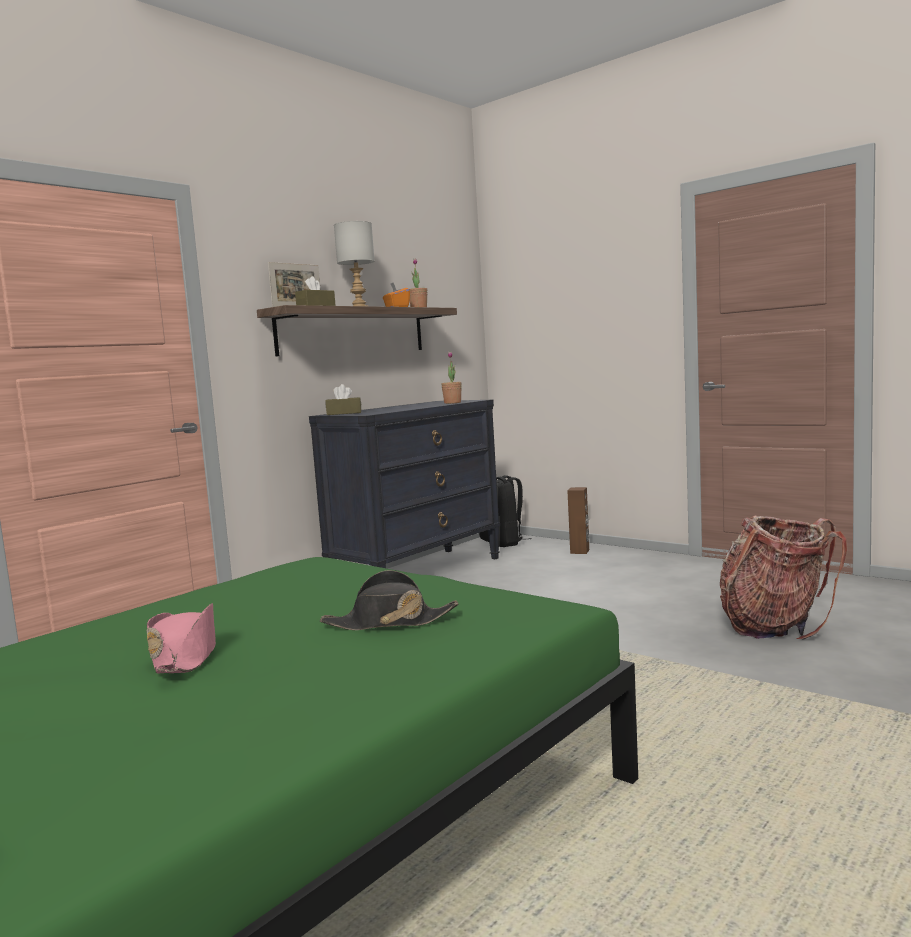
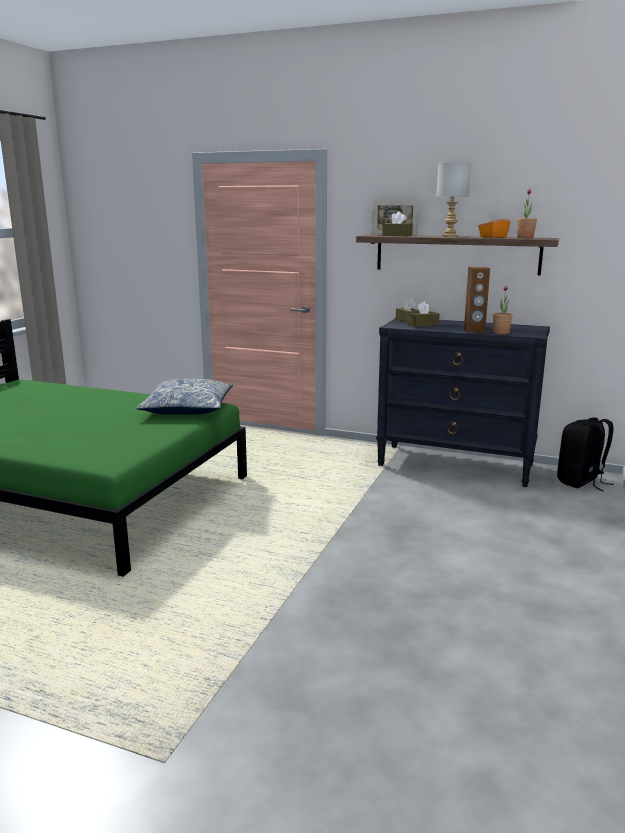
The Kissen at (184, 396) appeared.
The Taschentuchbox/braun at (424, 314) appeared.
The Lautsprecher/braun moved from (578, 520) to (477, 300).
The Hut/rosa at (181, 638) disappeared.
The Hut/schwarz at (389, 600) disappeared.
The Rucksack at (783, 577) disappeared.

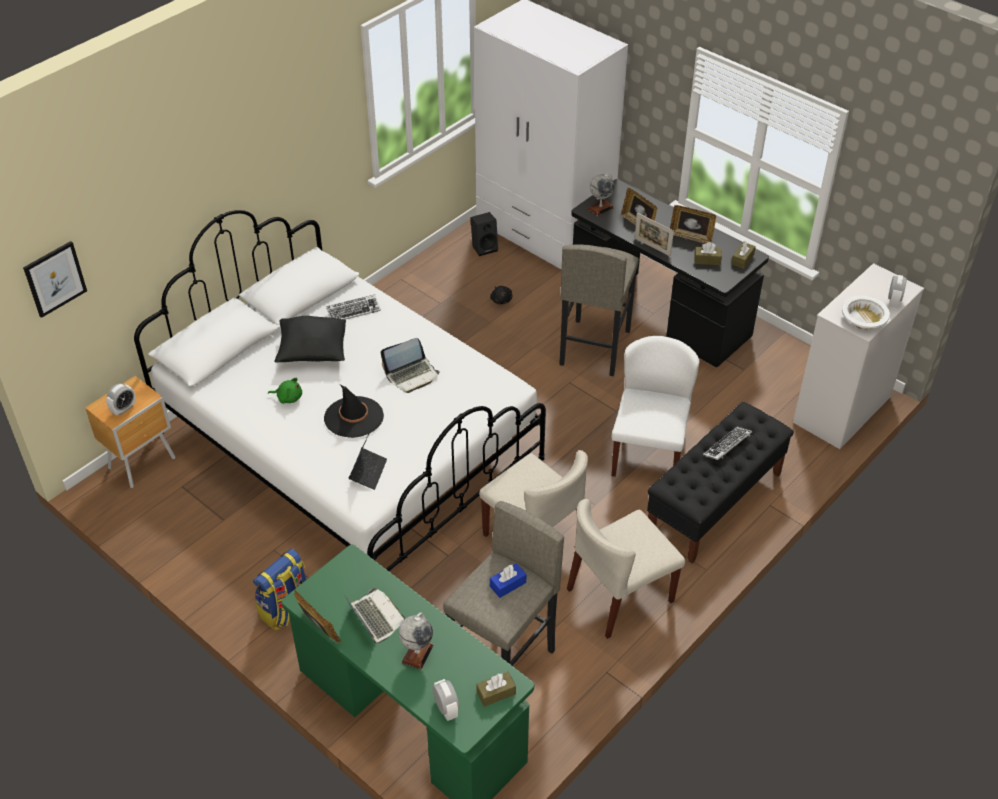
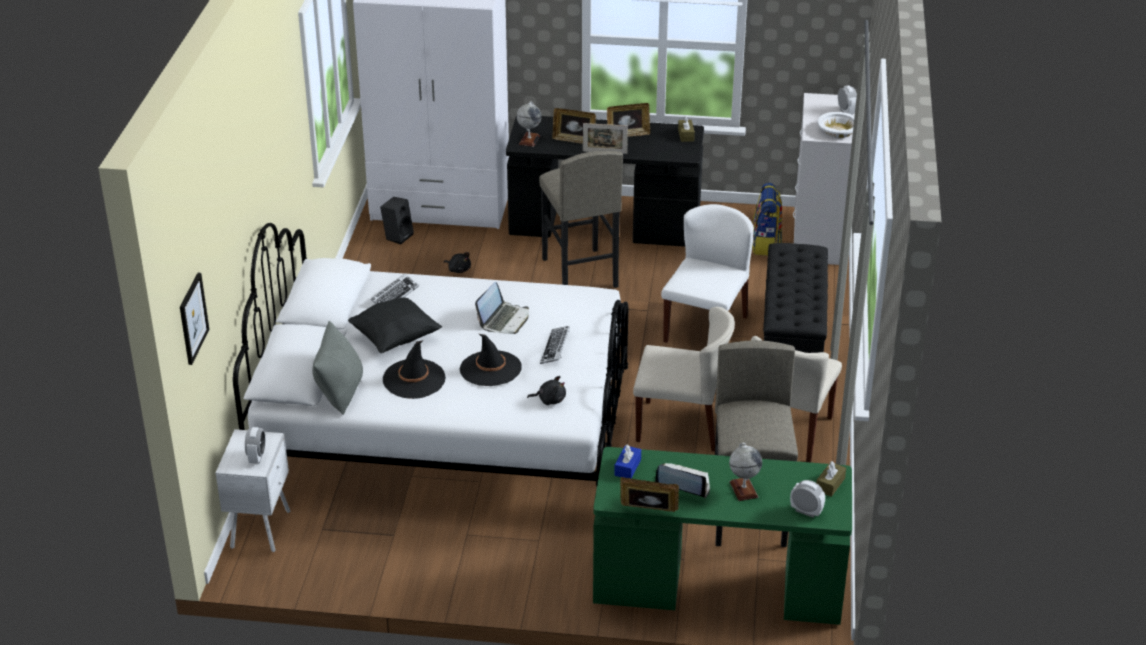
The Nachttisch/braun at (130, 432) became the Nachttisch/weiß at (252, 490).
The Kissen/grau at (337, 368) appeared.
The Plüschtier/grün at (285, 391) was replaced by the Hut/schwarz at (414, 369).
The Laptop at (368, 461) was replaced by the Plüschtier/schwarz at (546, 390).
The Tastatur moved from (727, 443) to (555, 345).
The Taschentuchbox/blau moved from (508, 580) to (627, 461).
The Stuhl/weiß at (655, 406) turned 45 degrees clockwise.
The Rucksack moved from (279, 590) to (767, 219).
The Taschentuchbox/braun at (708, 253) disappeared.

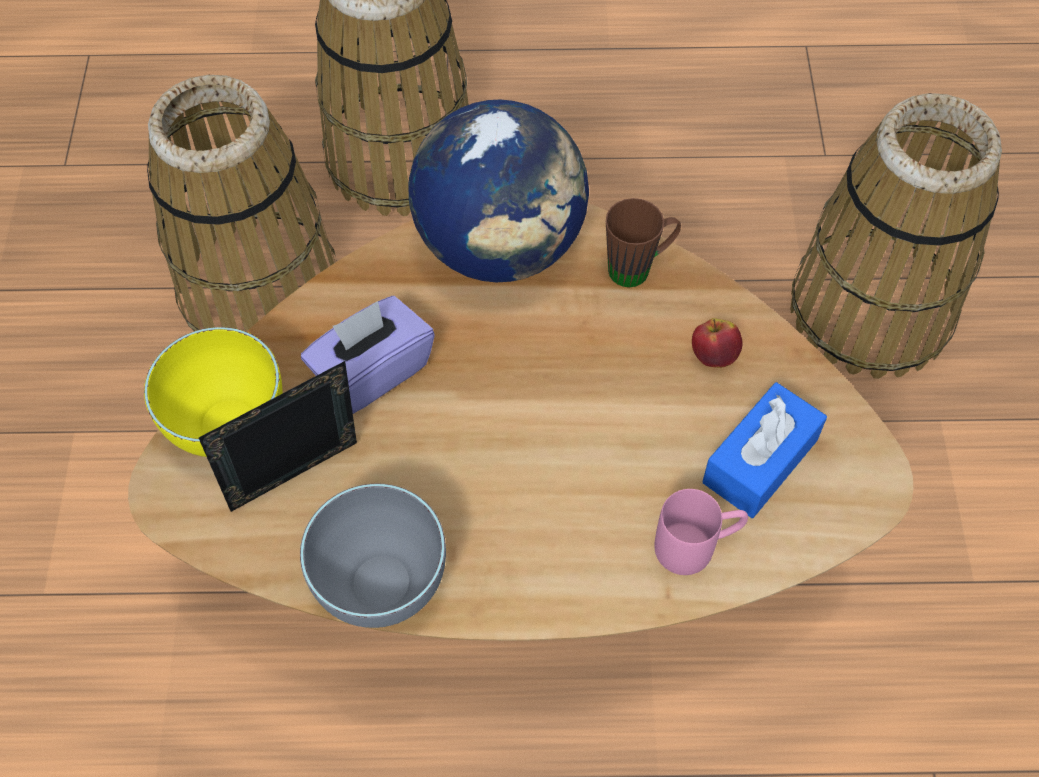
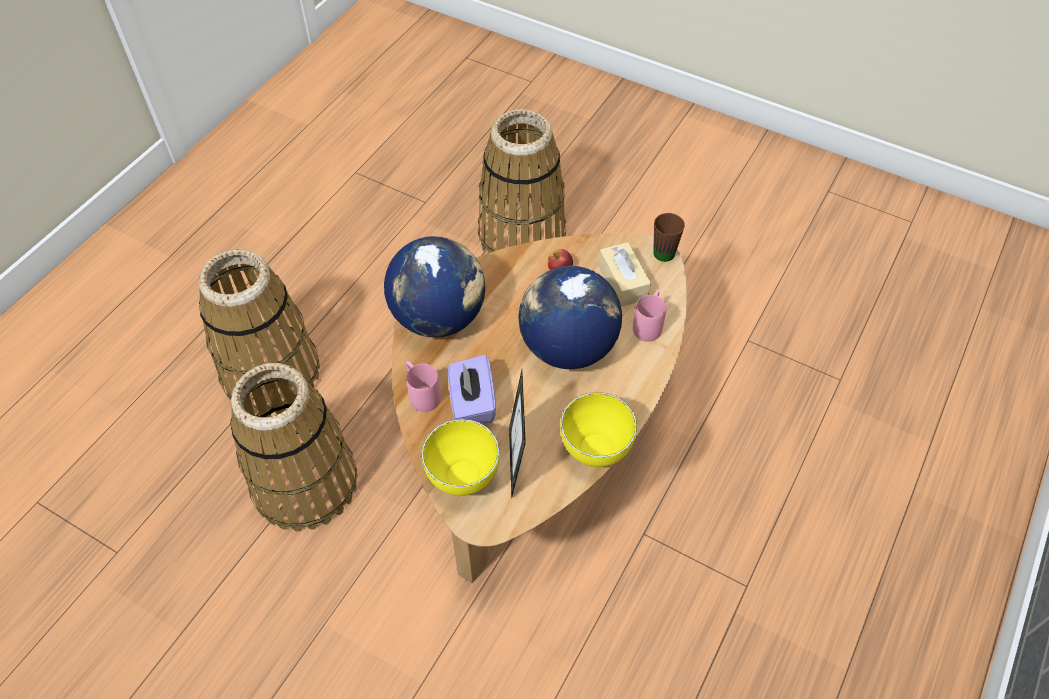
The Henkelbecher/rosa at (423, 386) appeared.
The Globus at (570, 317) appeared.
The Schüssel/grau at (373, 555) became the Schüssel/gelb at (598, 429).
The Taschentuchbox/blau at (764, 450) became the Taschentuchbox/beige at (624, 274).
The Henkelbecher/braun moved from (643, 242) to (669, 237).

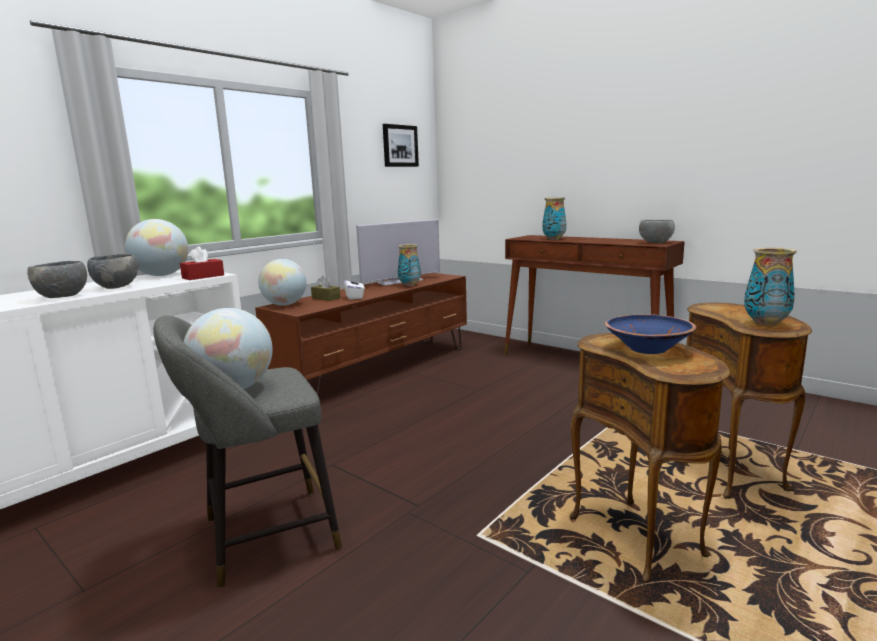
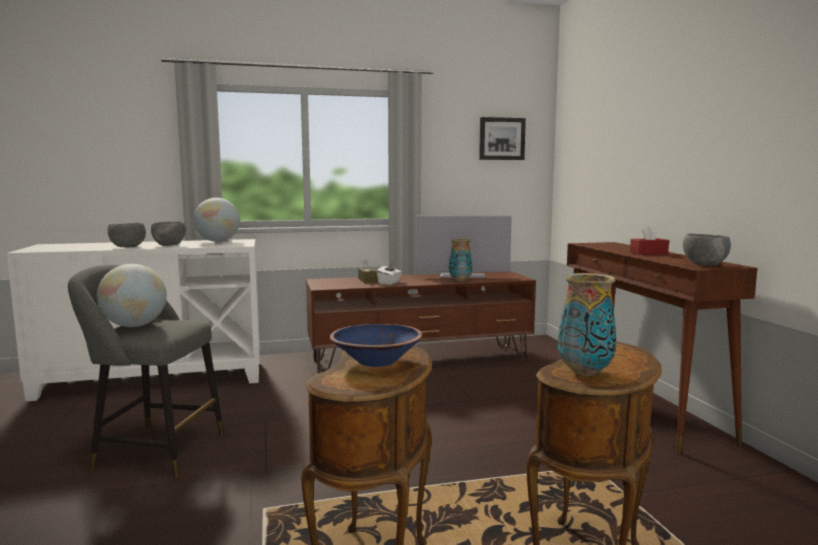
The Taschentuchbox/rot moved from (202, 263) to (649, 240).
The Globus at (282, 282) disappeared.
The Vase at (554, 218) disappeared.

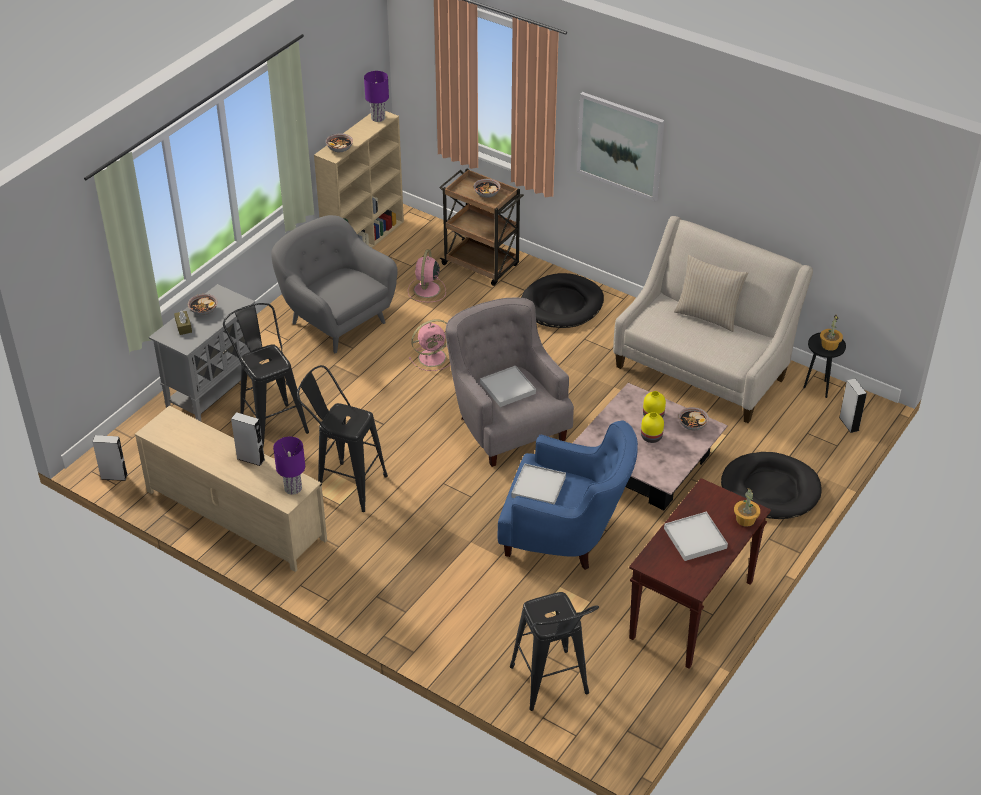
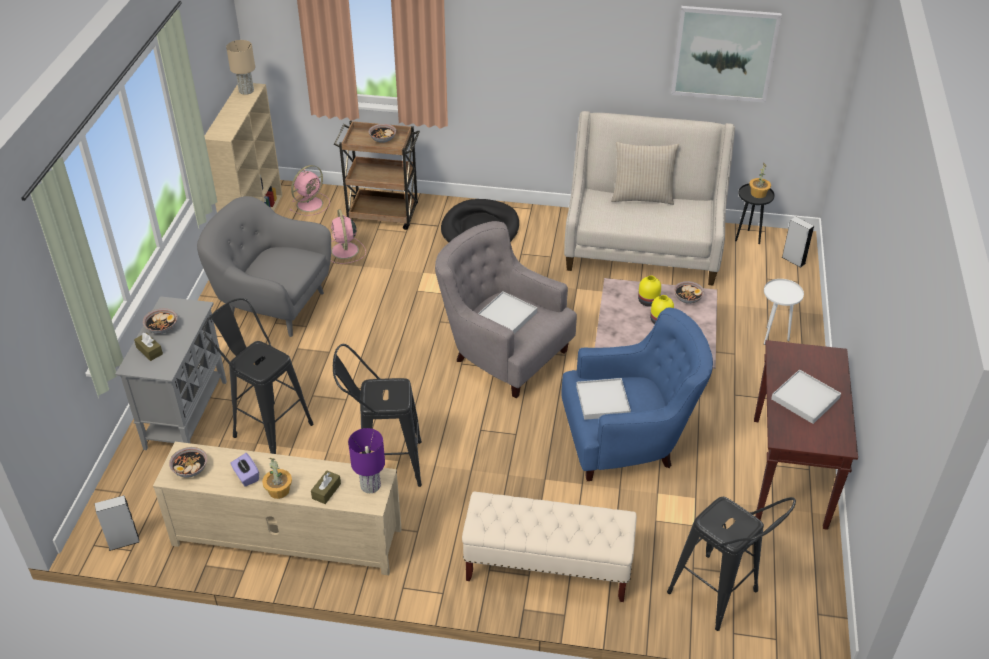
The Schüssel moved from (339, 142) to (188, 462).
The Tischlampe/lila at (376, 96) became the Tischlampe/beige at (240, 67).
The Taschentuchbox/lila at (244, 470) appeared.
The Topfpflanze moved from (747, 507) to (277, 478).
The Ventilator/rosa moved from (429, 345) to (309, 190).
The Taschentuchbox/braun at (326, 487) appeared.
The Bank/beige at (549, 546) appeared.
The Bild moved from (620, 146) to (726, 54).
The Hundebett/schwarz at (771, 485) was replaced by the Beistelltisch/weiß at (784, 312).
The Lautsprecher/grau at (248, 439) disappeared.

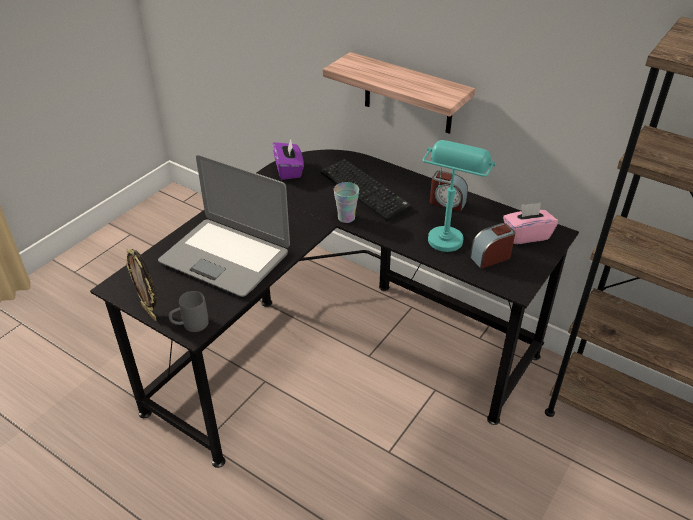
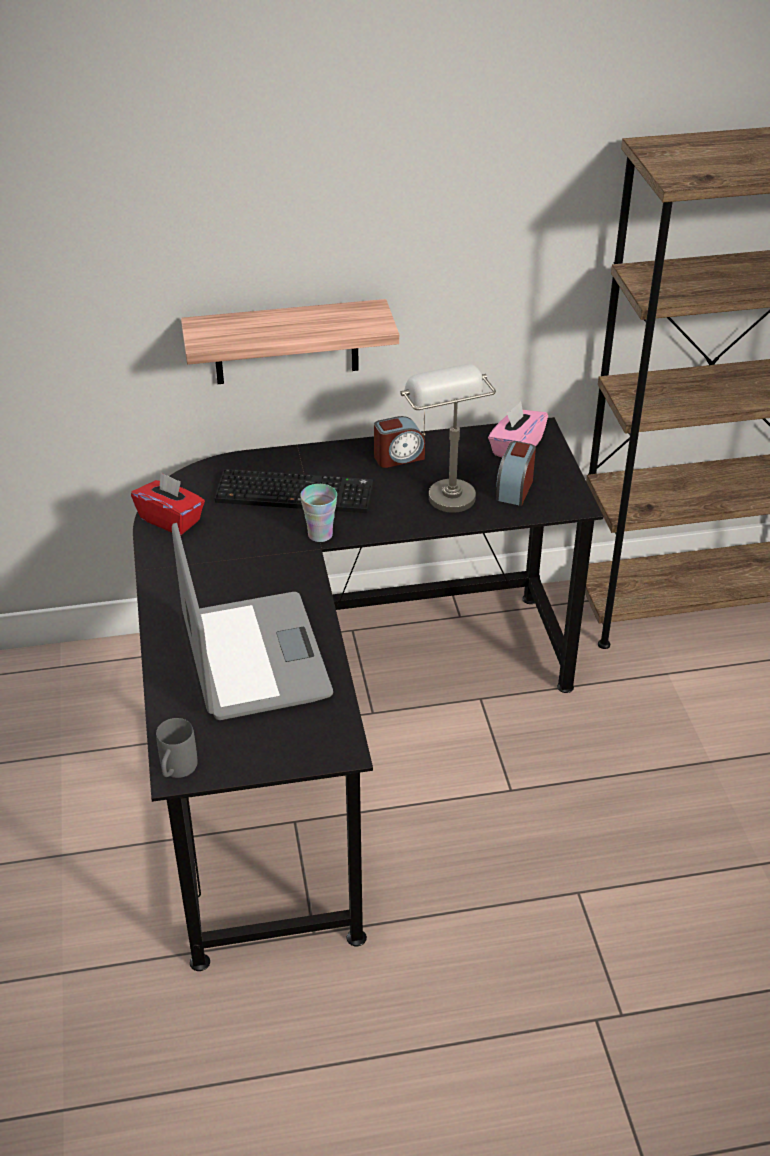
The Taschentuchbox/lila at (288, 159) became the Taschentuchbox/rot at (168, 503).
The Henkelbecher/grau moved from (189, 311) to (176, 748).
The Laptop at (224, 225) turned 90 degrees counterclockwise.
The Tischlampe/türkis at (459, 196) became the Tischlampe/grau at (448, 438).
The Bilderrahmen at (141, 285) disappeared.

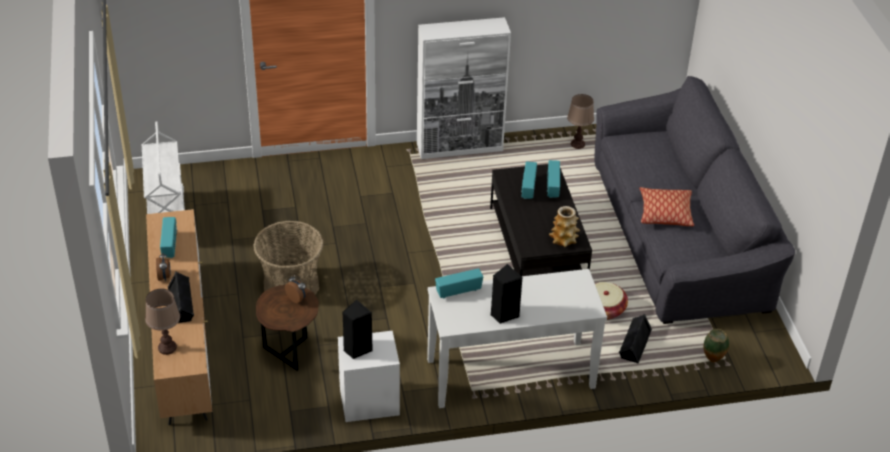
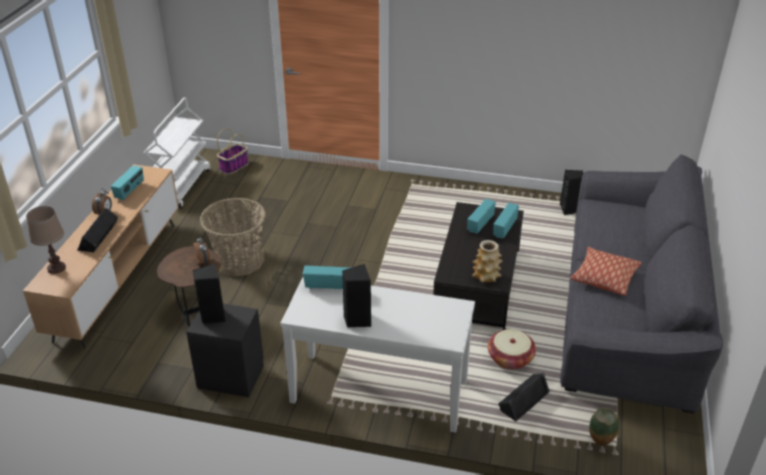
The Nachttisch/weiß at (369, 376) became the Nachttisch/schwarz at (225, 350).
The Korb at (233, 151) appeared.
The Tischlampe/braun at (580, 121) was replaced by the Lautsprecher/schwarz at (572, 192).
The Schrank/weiß at (464, 88) disappeared.

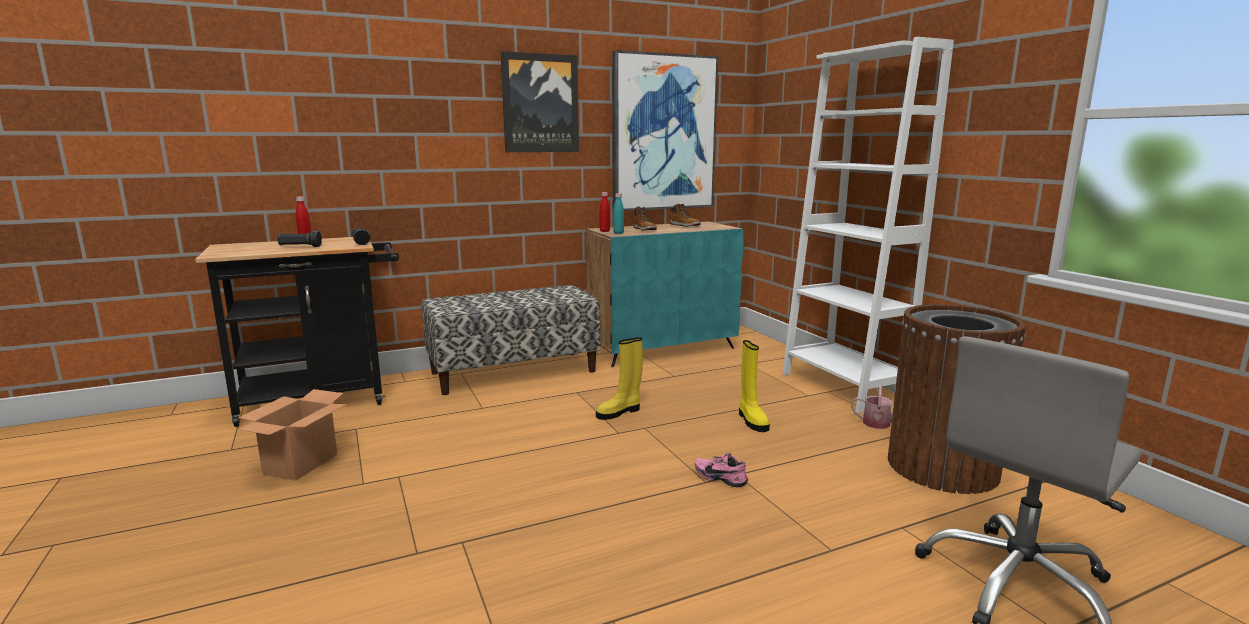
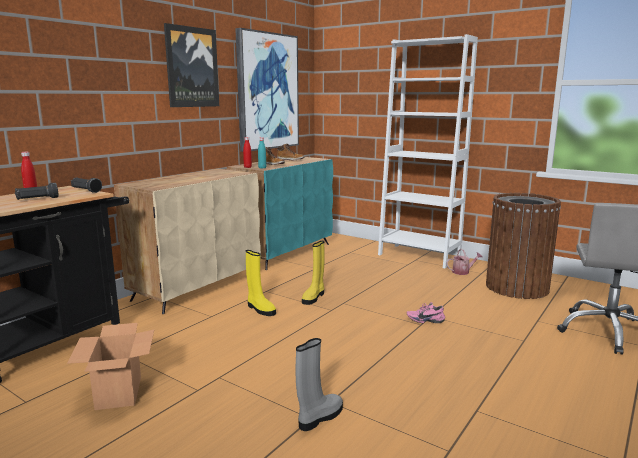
The Bank at (511, 340) was replaced by the Schrank/beige at (187, 241).
The Stiefel/gelb moved from (754, 386) to (261, 283).
The Stiefel/grau at (319, 384) appeared.

